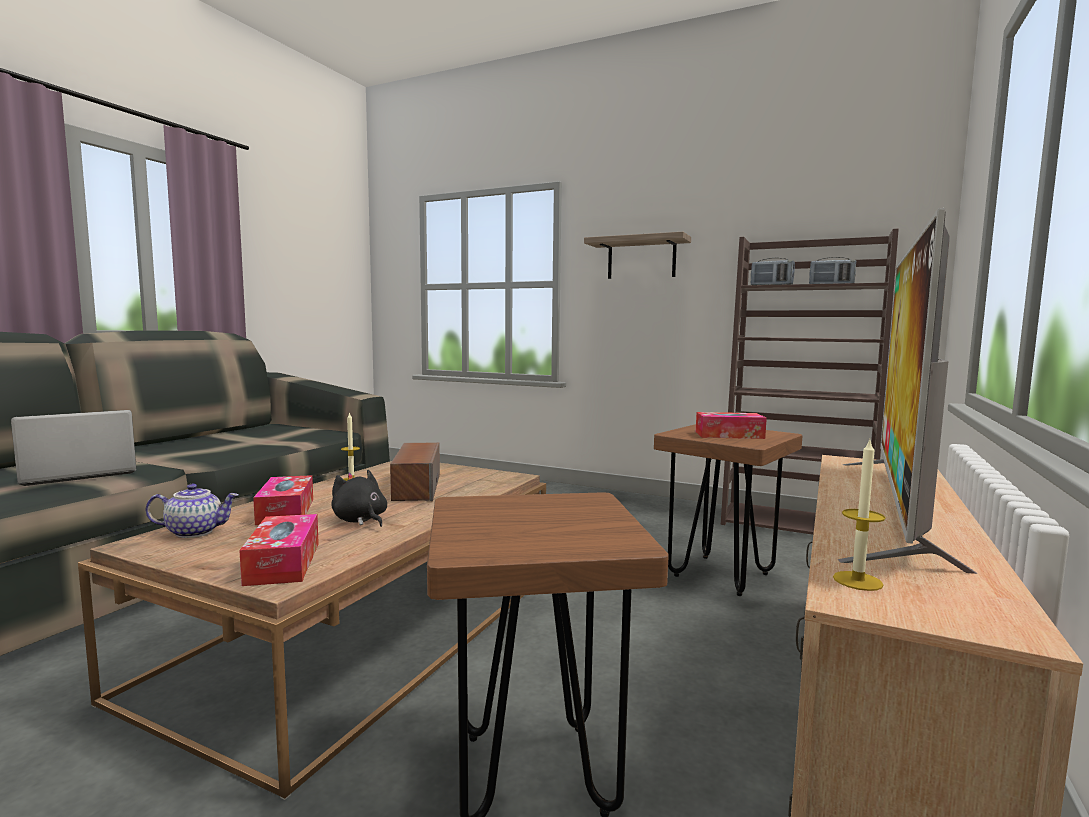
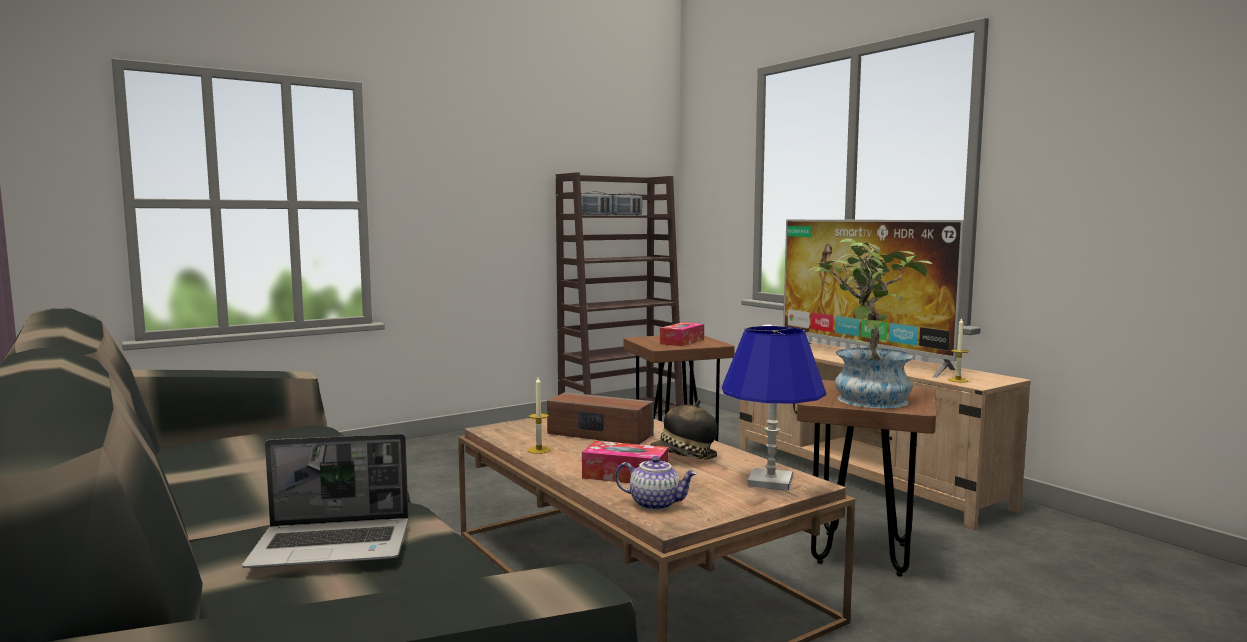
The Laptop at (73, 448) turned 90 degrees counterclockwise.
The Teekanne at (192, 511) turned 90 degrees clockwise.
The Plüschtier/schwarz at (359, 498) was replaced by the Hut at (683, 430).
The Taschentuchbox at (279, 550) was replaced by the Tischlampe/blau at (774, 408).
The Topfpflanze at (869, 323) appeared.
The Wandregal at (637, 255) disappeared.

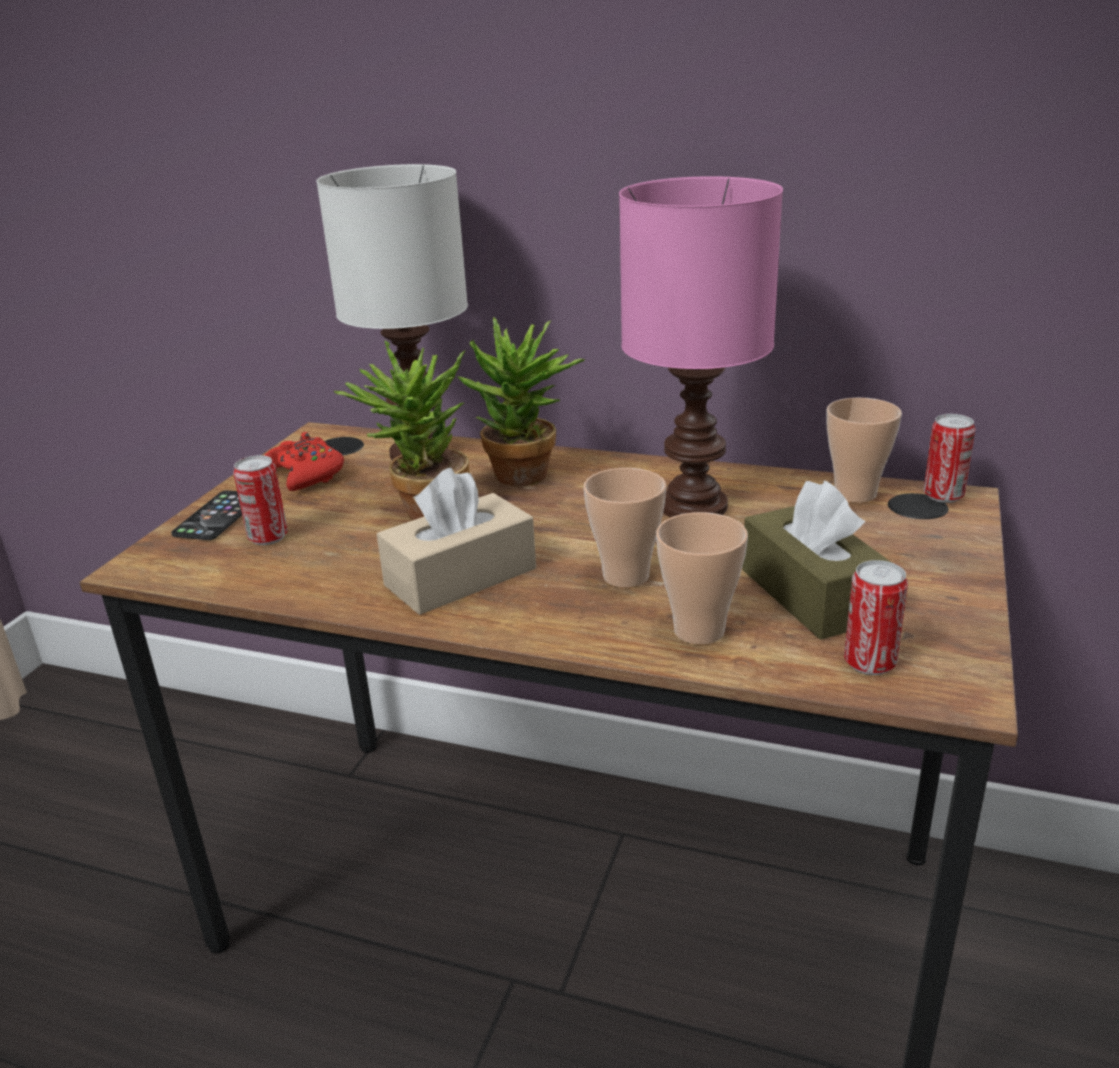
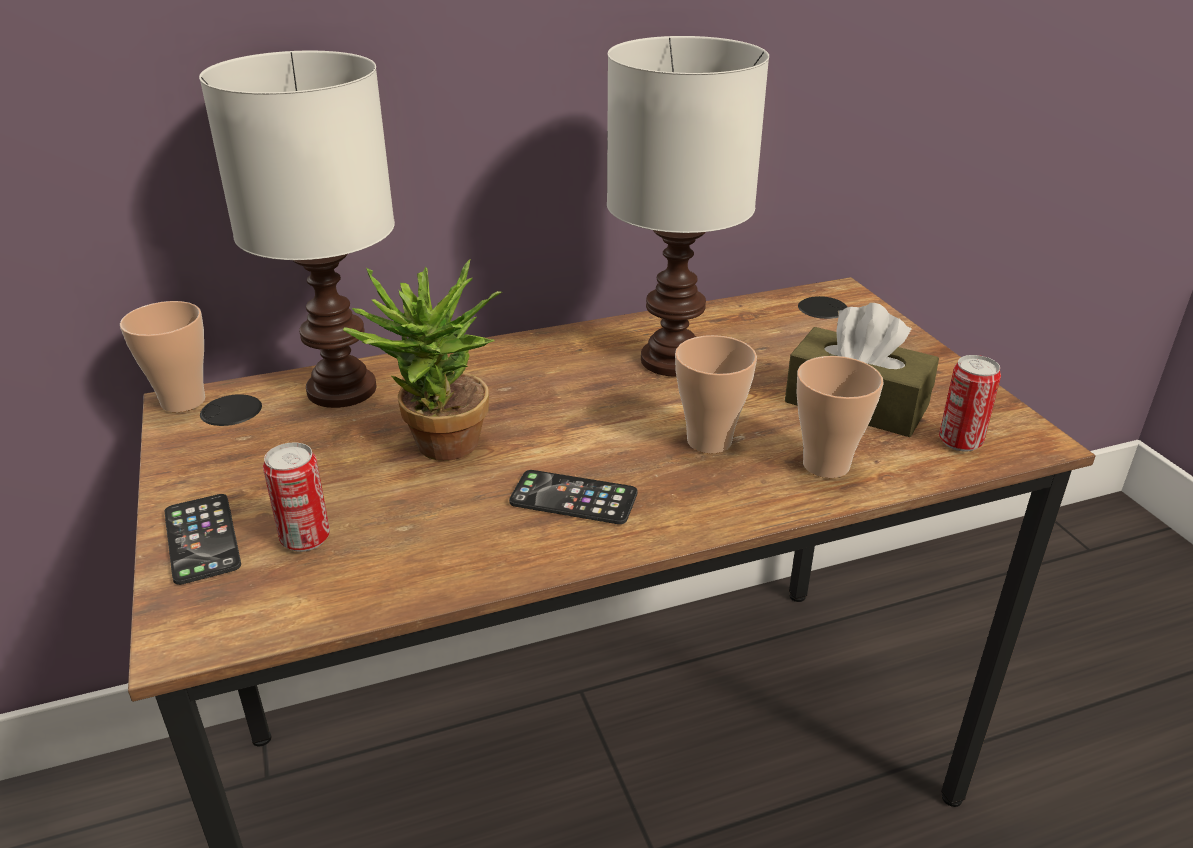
The Tasse moved from (864, 450) to (162, 356).
The Taschentuchbox/beige at (456, 541) was replaced by the Handy at (573, 497).
The Tischlampe/rosa at (701, 347) became the Tischlampe/weiß at (688, 206).
The Gamepad/rot at (304, 461) disappeared.
The Topfpflanze at (520, 402) disappeared.
The Dose at (949, 458) disappeared.

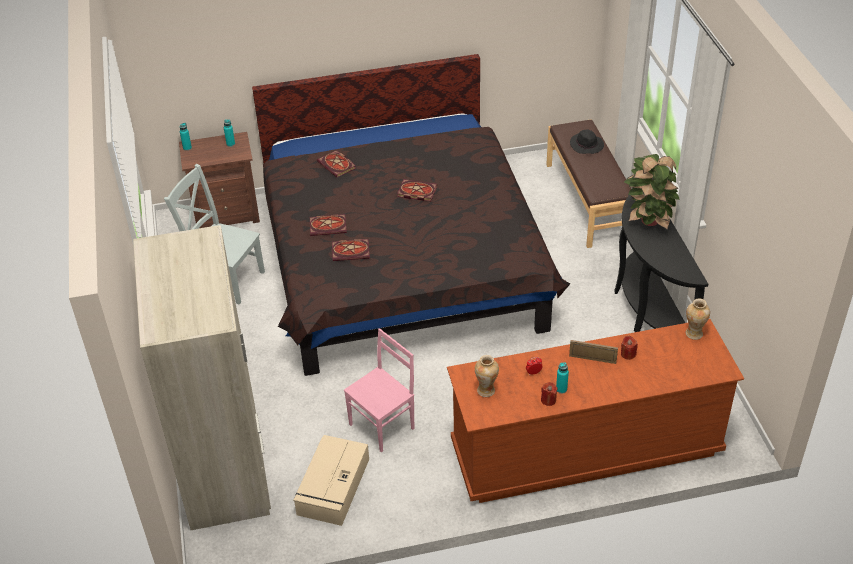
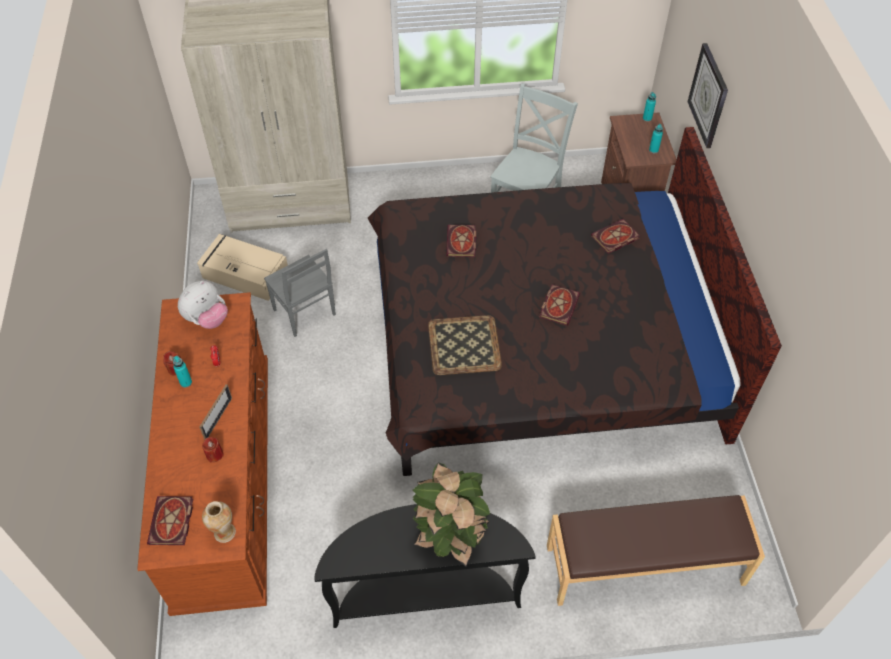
The Buch moved from (328, 225) to (170, 520).
The Vase at (487, 376) was replaced by the Plüschtier at (203, 304).
The Stuhl/rosa at (379, 390) became the Stuhl/grau at (300, 293).
The Tablett at (465, 345) appeared.
The Wanduhr at (708, 95) appeared.
The Hut/schwarz at (587, 142) disappeared.

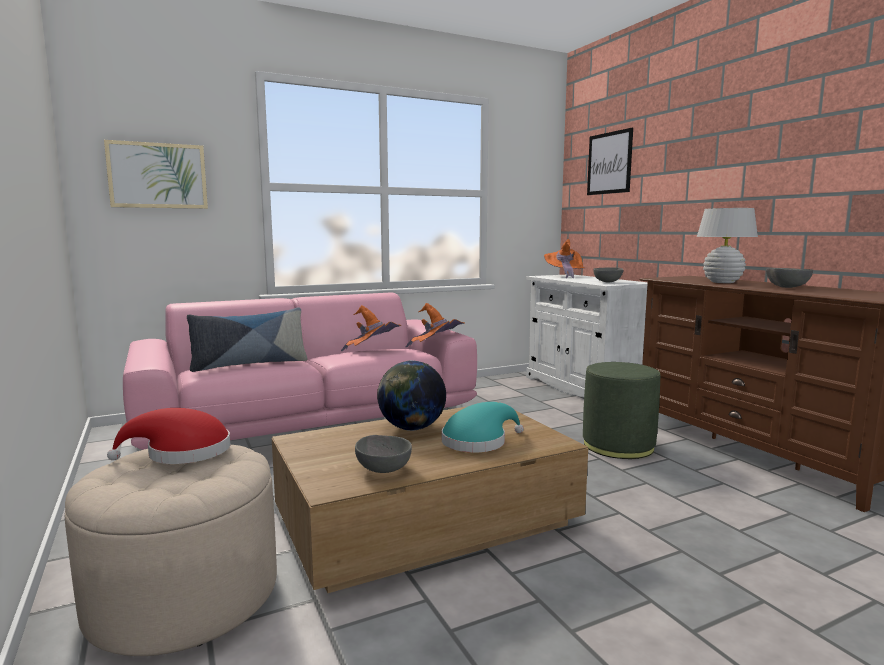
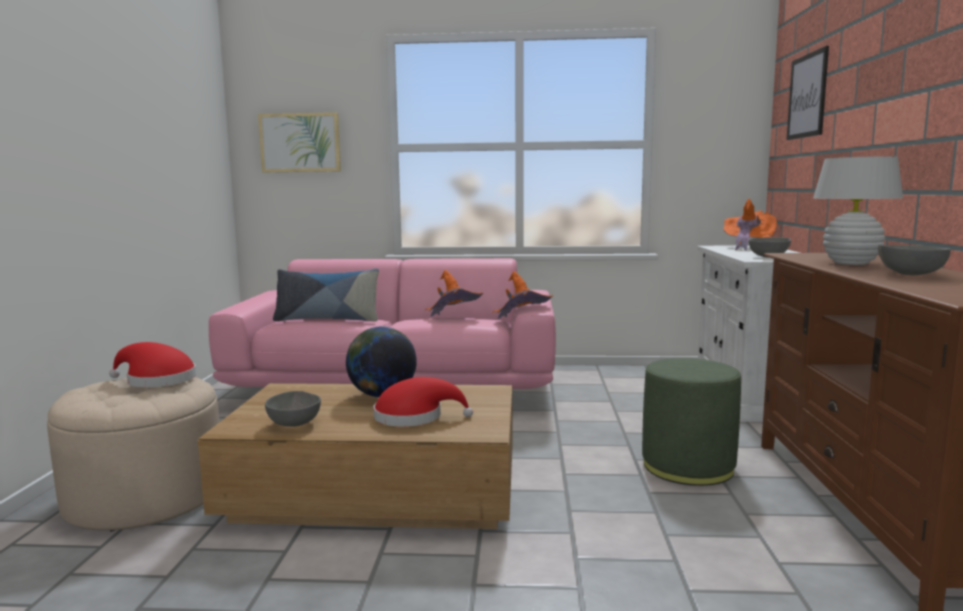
The Hut/türkis at (483, 427) became the Hut/rot at (423, 402).

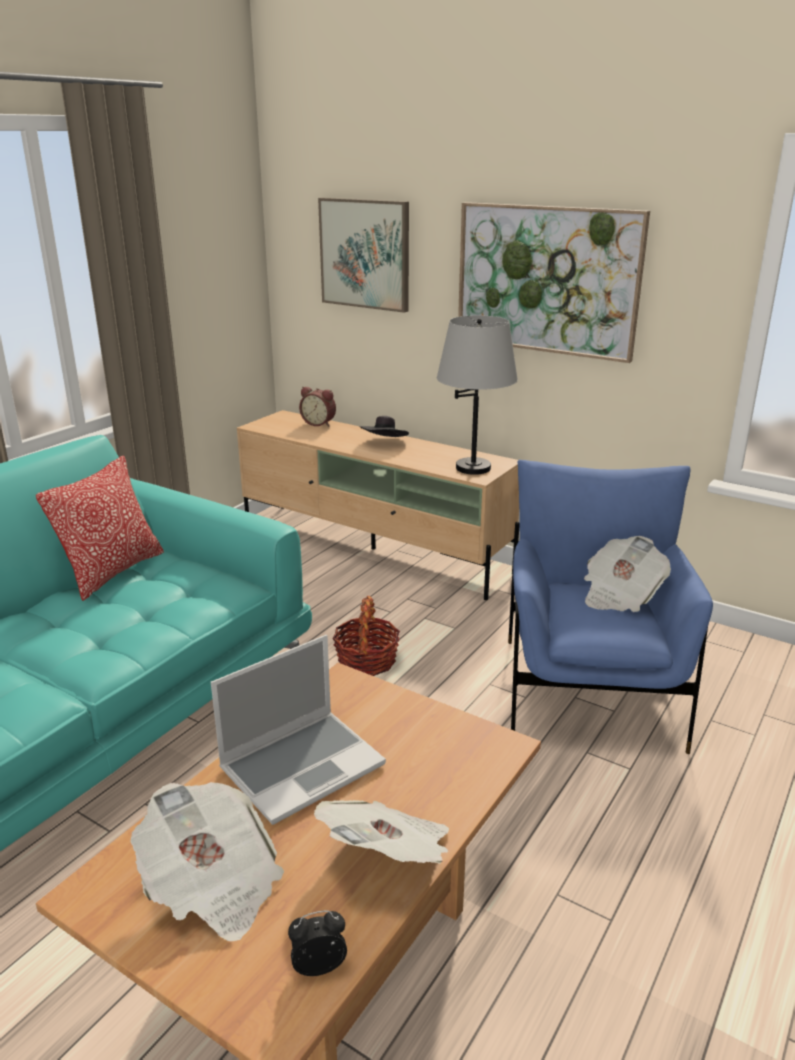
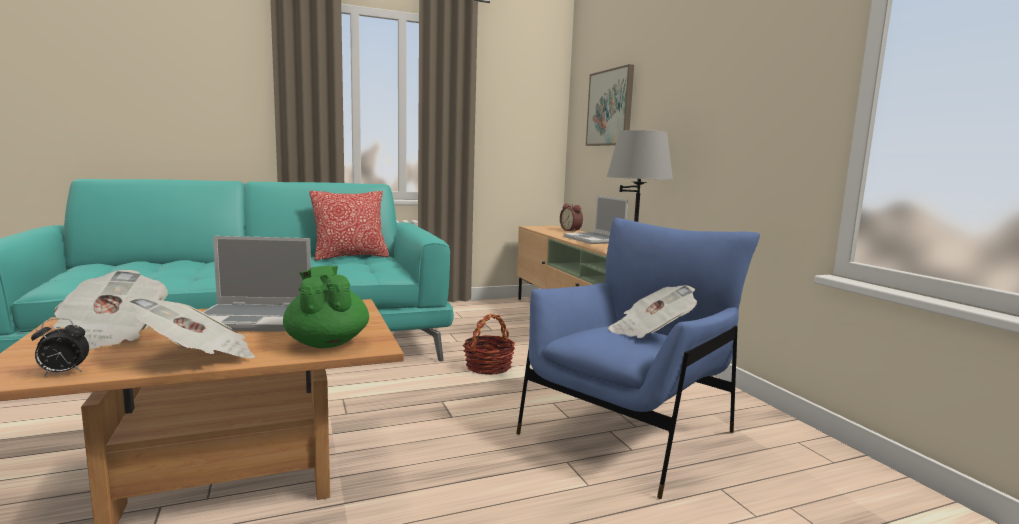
The Wecker at (317, 943) turned 135 degrees clockwise.
The Teekanne/grün at (326, 307) appeared.
The Hut/schwarz at (384, 426) was replaced by the Laptop at (595, 220).
The Bild at (554, 282) disappeared.

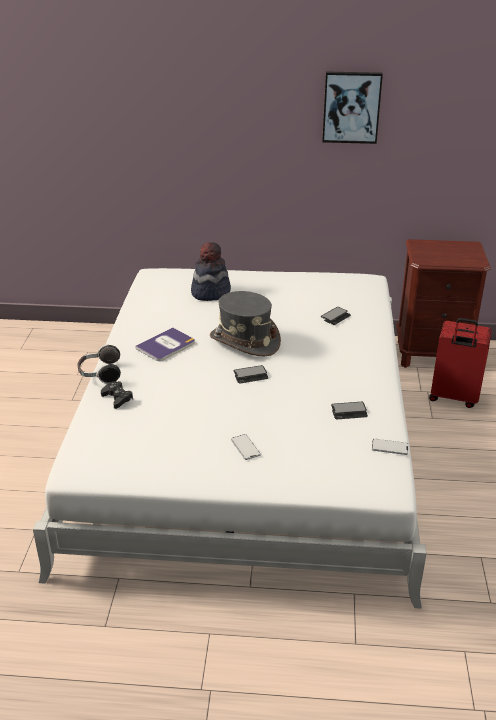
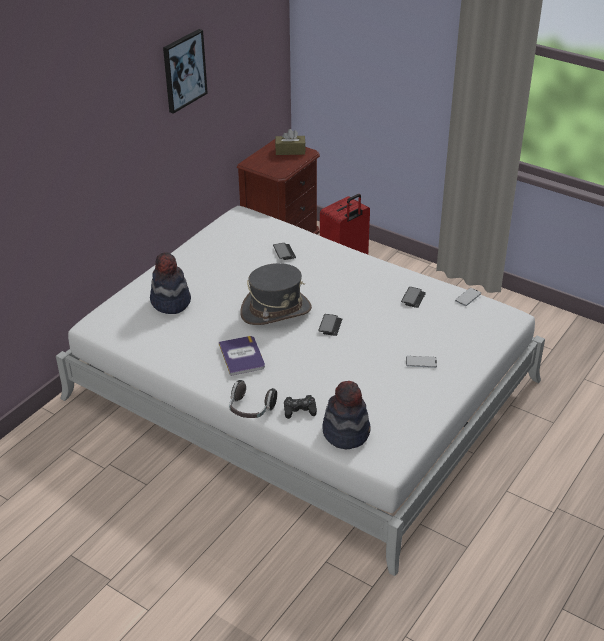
The Taschentuchbox/braun at (290, 142) appeared.
The Hut at (347, 415) appeared.

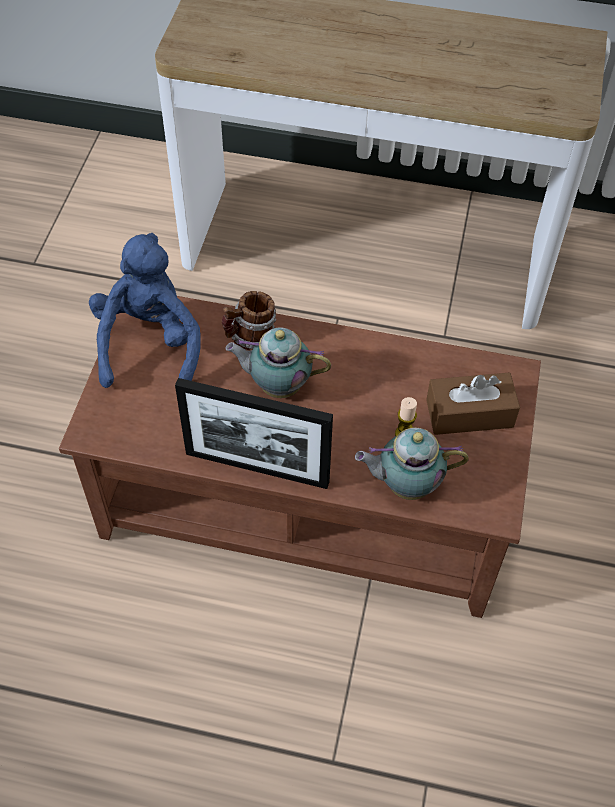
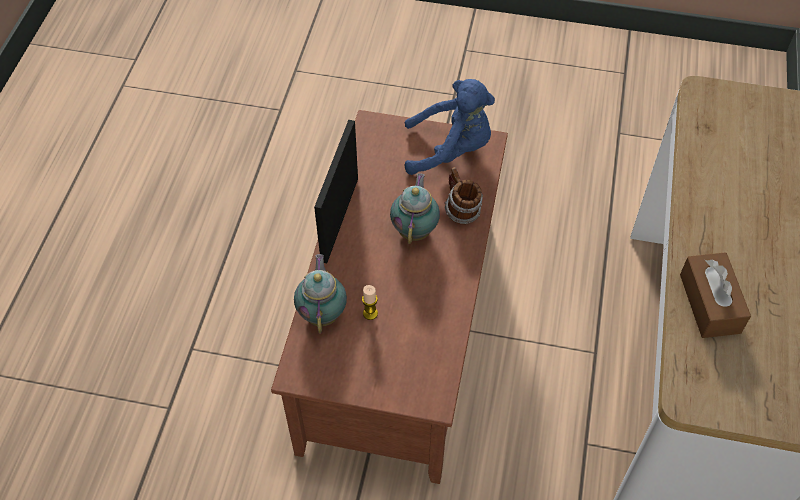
The Taschentuchbox/braun moved from (473, 404) to (715, 295).

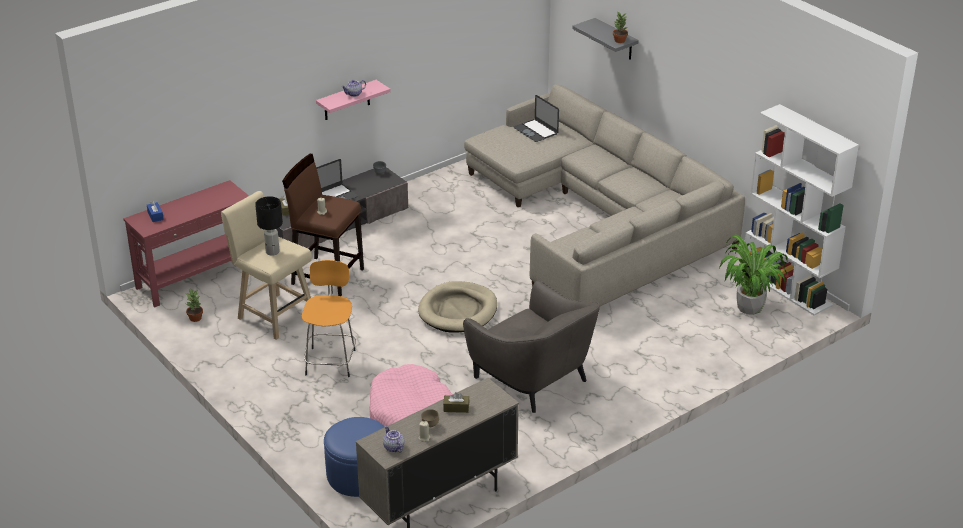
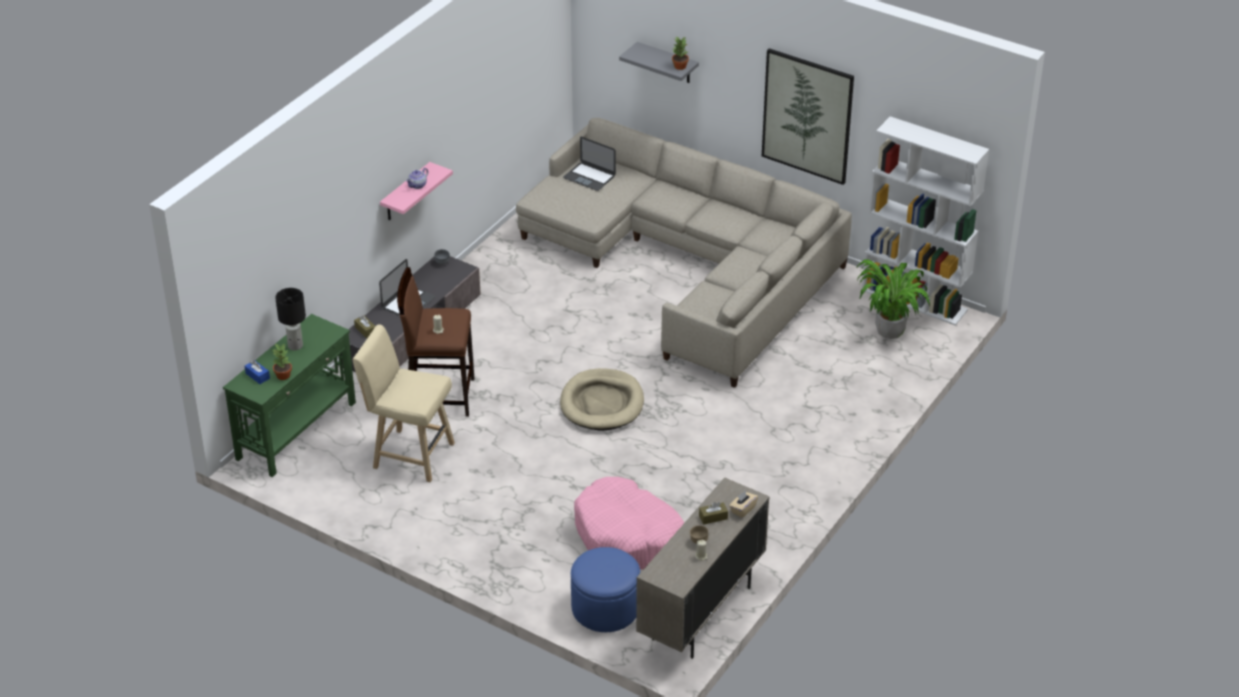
The Konsolentisch/rot at (186, 243) became the Konsolentisch/grün at (289, 395).
The Topfpflanze moved from (194, 305) to (282, 361).
The Tischlampe/schwarz moved from (269, 226) to (290, 319).
The Taschentuchbox/beige at (743, 504) appeared.
The Bild at (808, 116) appeared.
The Hocker/orange at (329, 318) disappeared.
The Teekanne at (393, 439) disappeared.
The Sessel/grau at (531, 346) disappeared.

